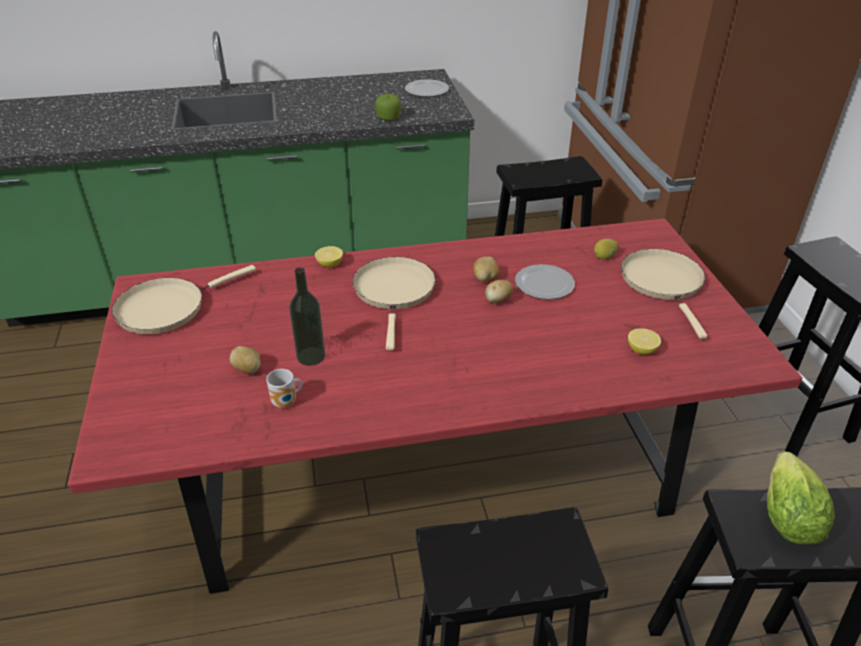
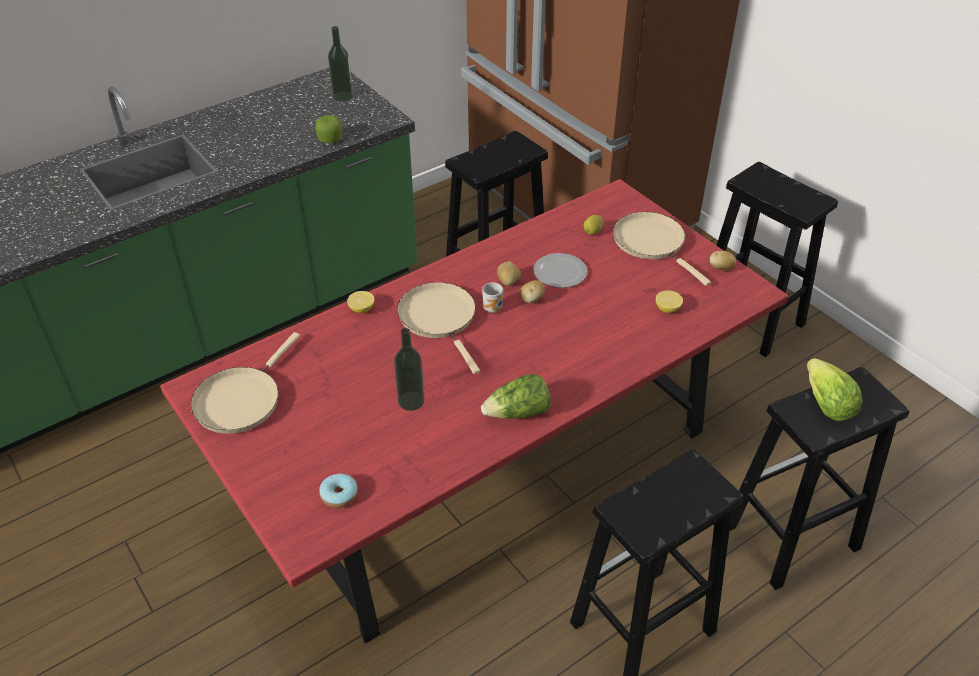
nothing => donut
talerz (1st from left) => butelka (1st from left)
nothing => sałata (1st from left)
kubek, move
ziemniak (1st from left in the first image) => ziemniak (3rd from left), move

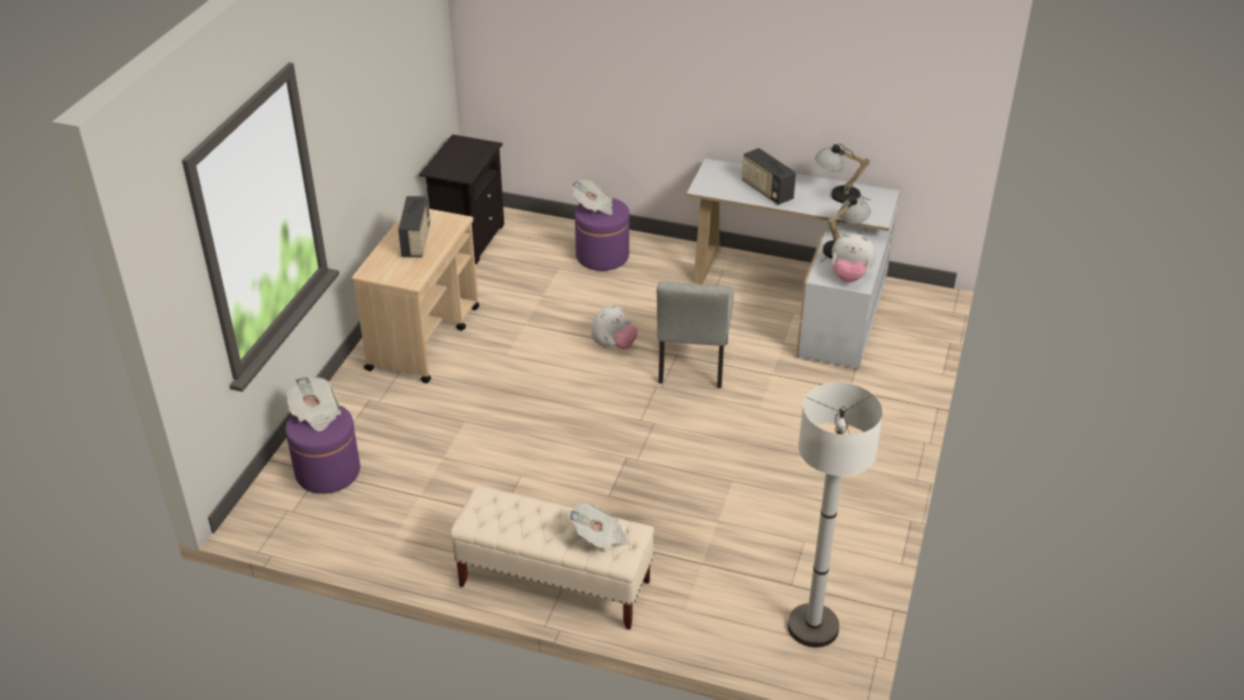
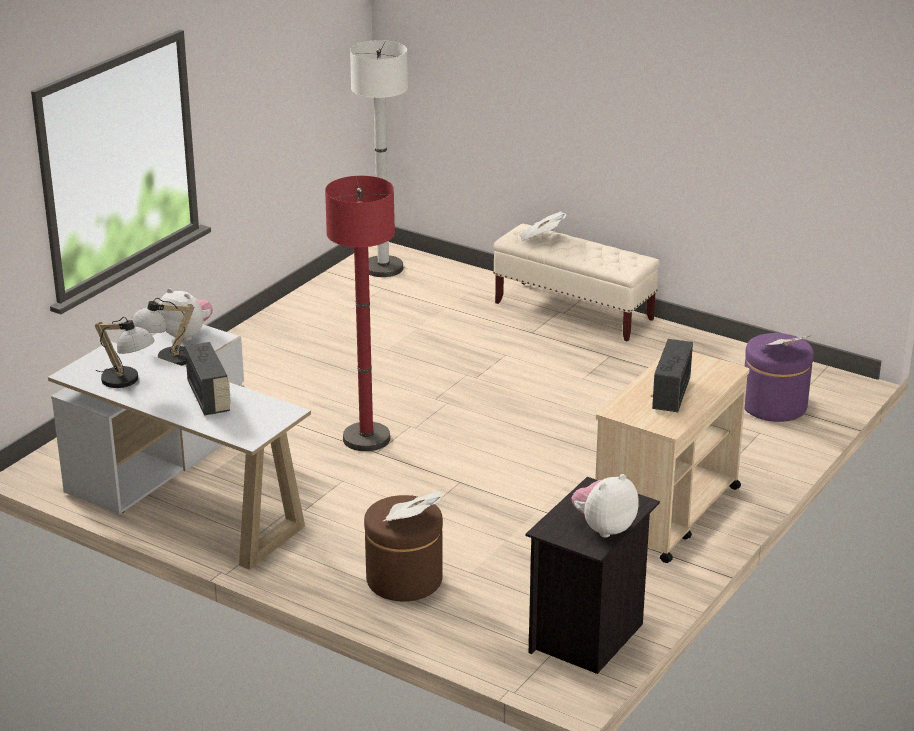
krzesło [szary] => lampa stojąca [czerwony]
pufa [fioletowy] (2nd from left) => pufa [brązowy]
pluszak (1st from left in the first image) => pluszak (2nd from left), move

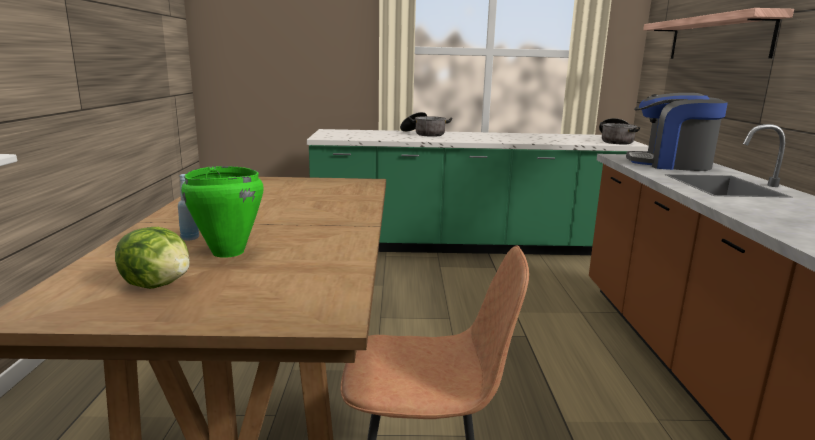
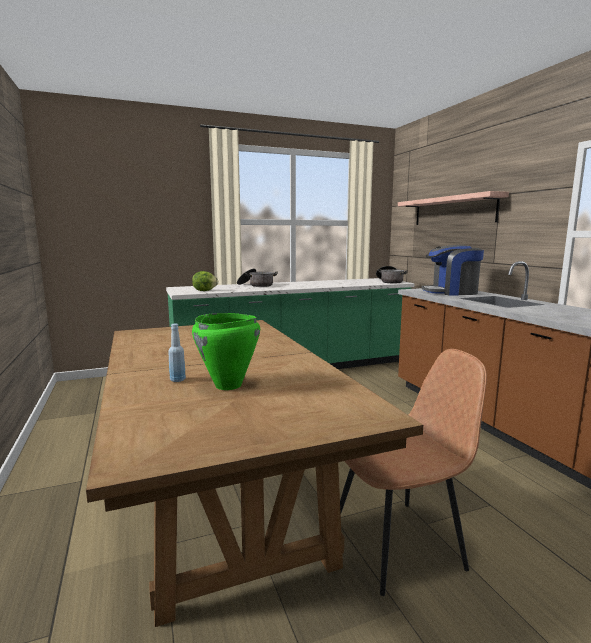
sałata, move

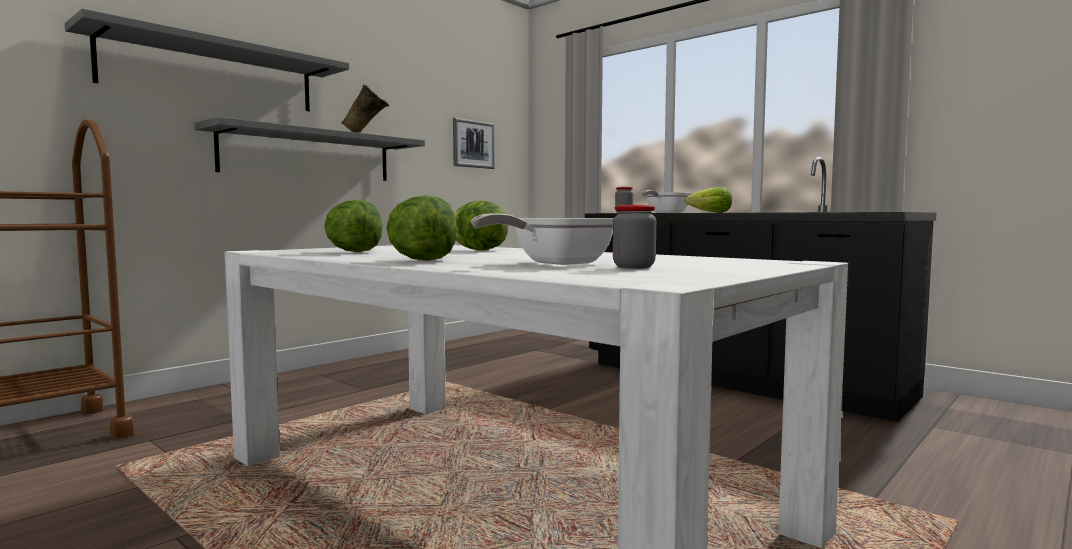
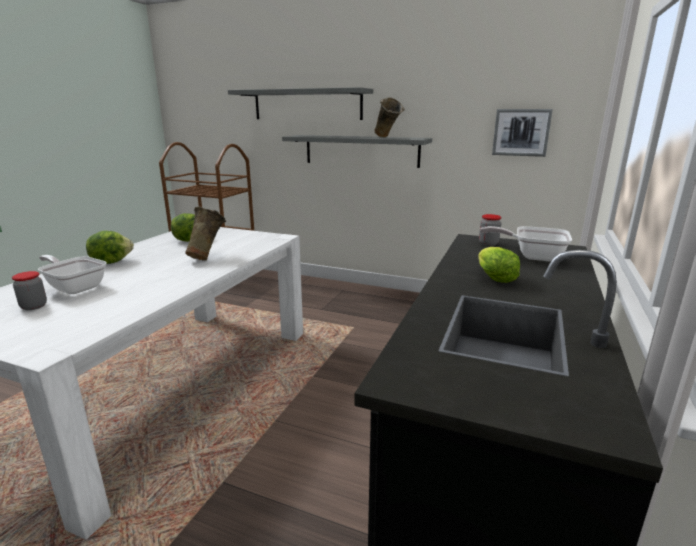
sałata (3rd from left) => wazon [beżowy] (1st from left)

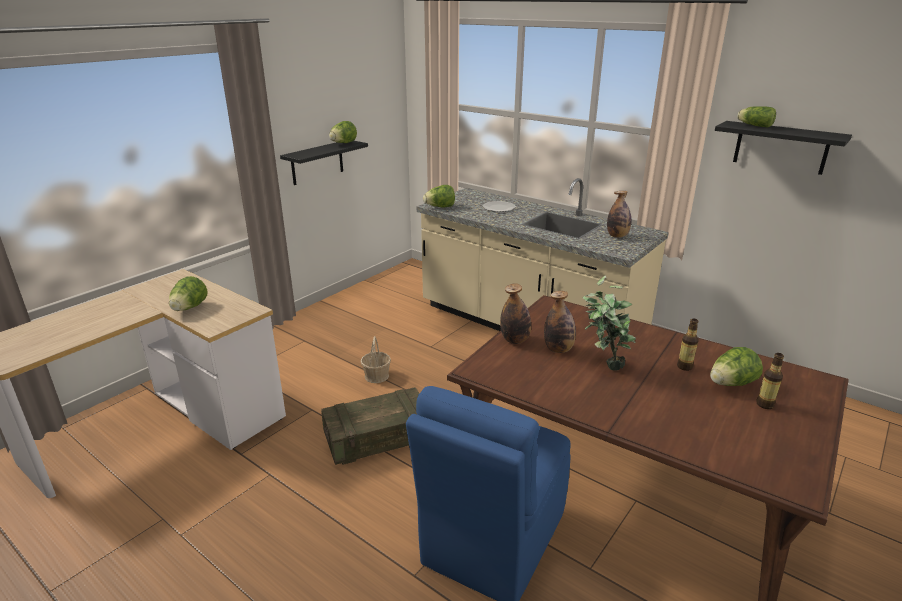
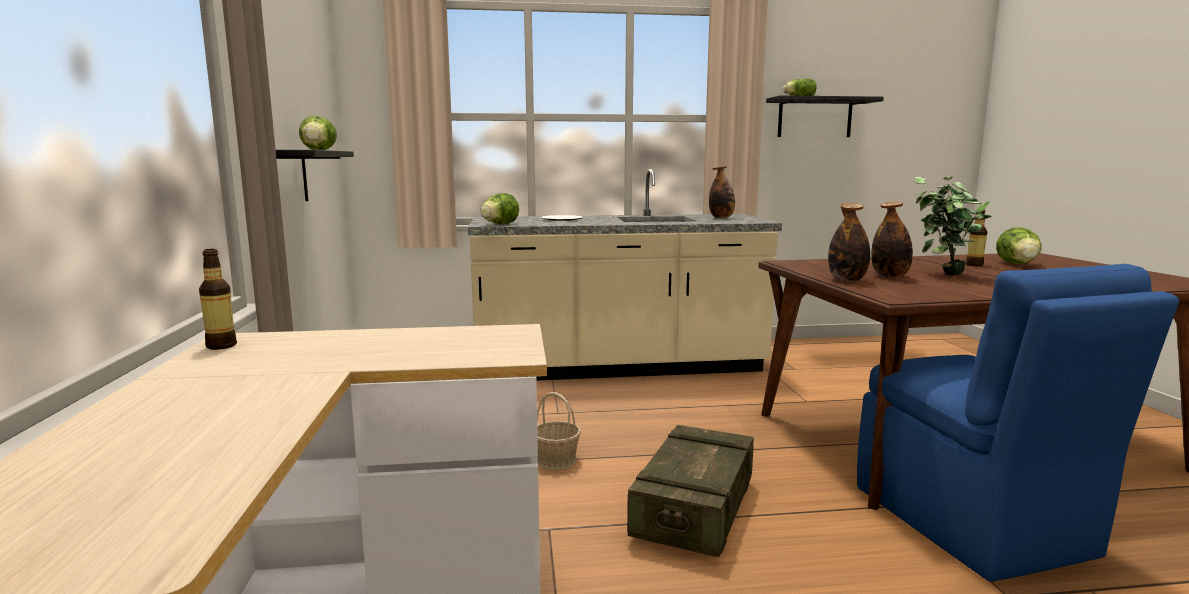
butelka (5th from left in the first image) => butelka (1st from left), move
sałata (1st from left) => nothing

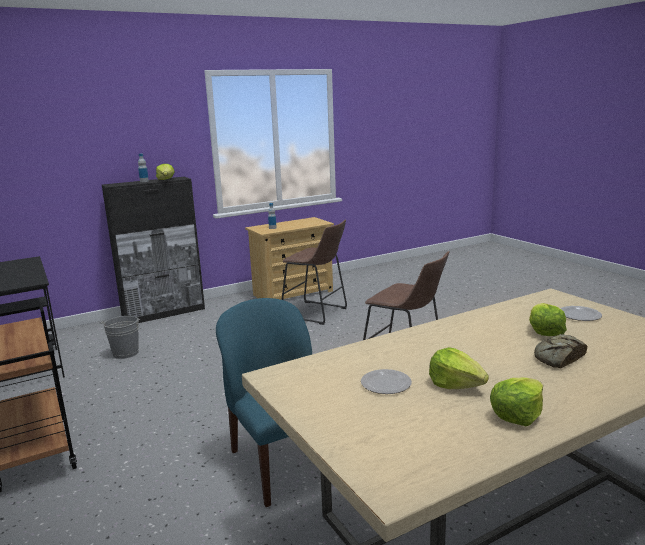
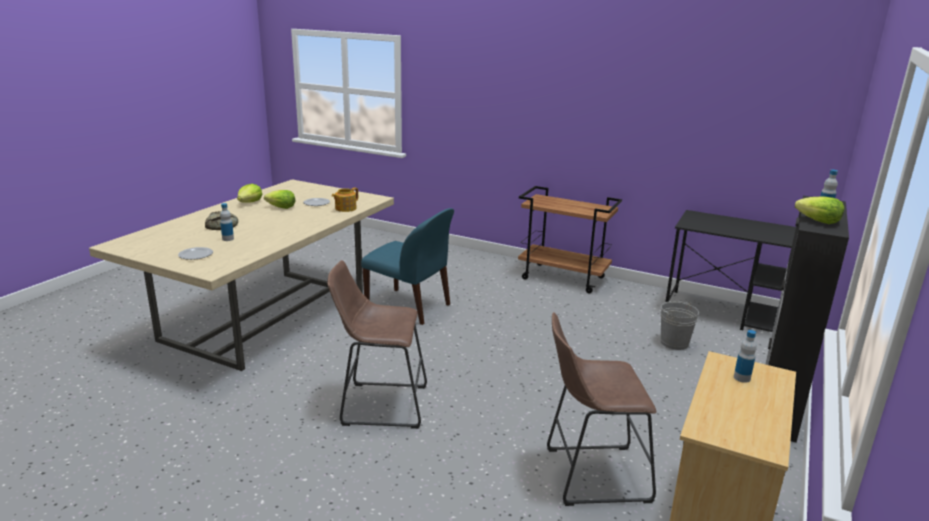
sałata (4th from left) => butelka (1st from left)
nothing => imbryk

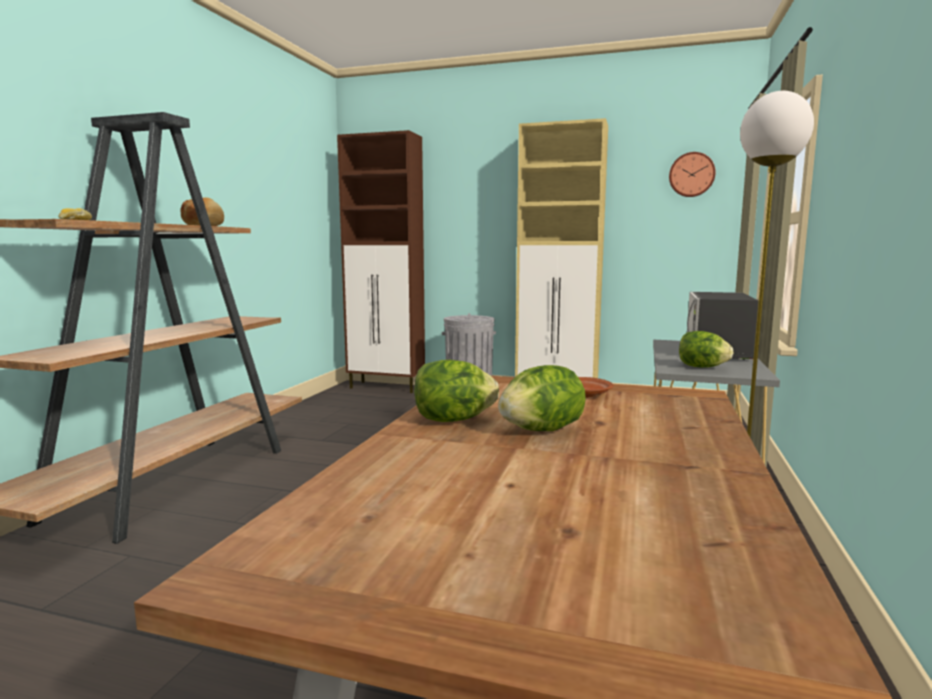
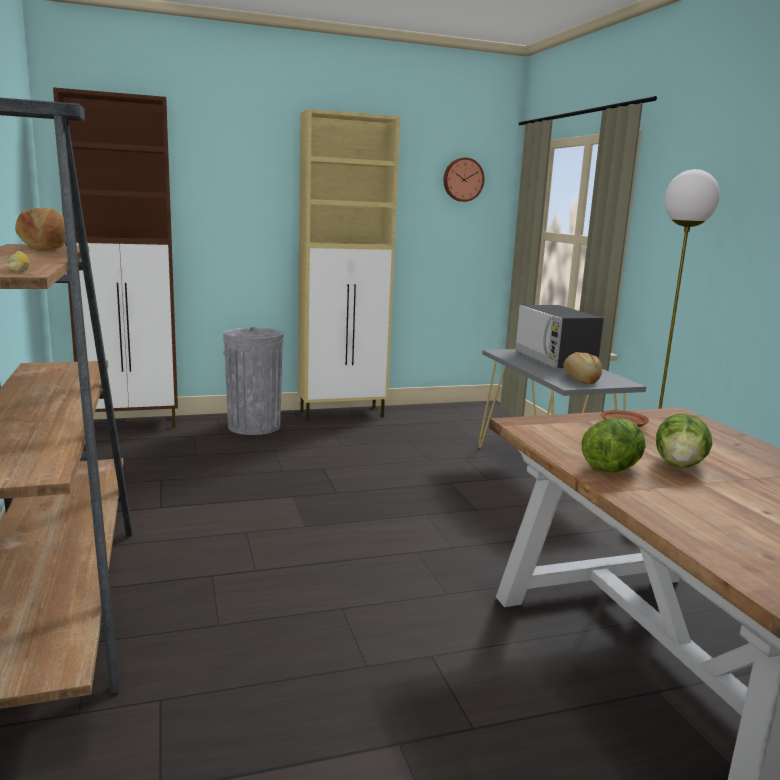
sałata (3rd from left) => chleb (3rd from left)

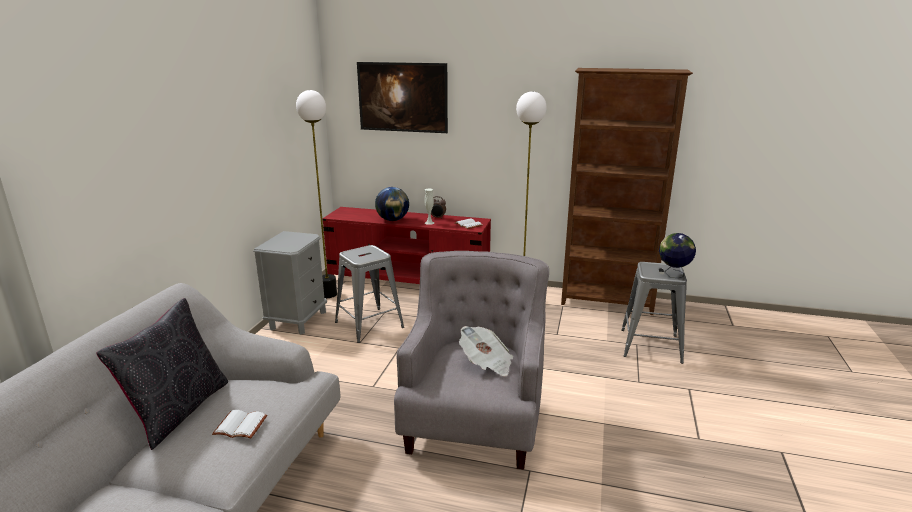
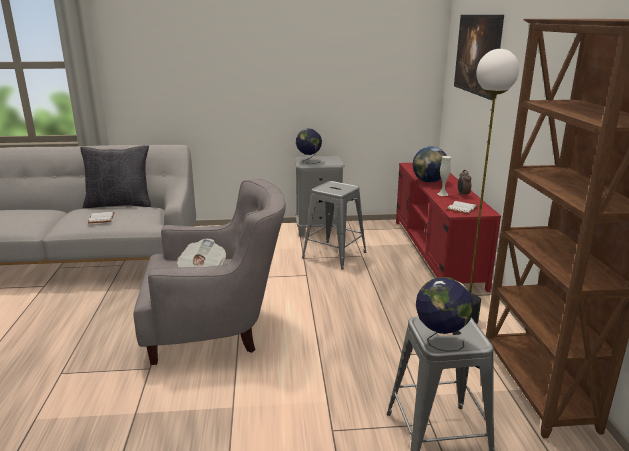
nothing => globus (1st from left)
lampa stojąca (1st from left) => nothing

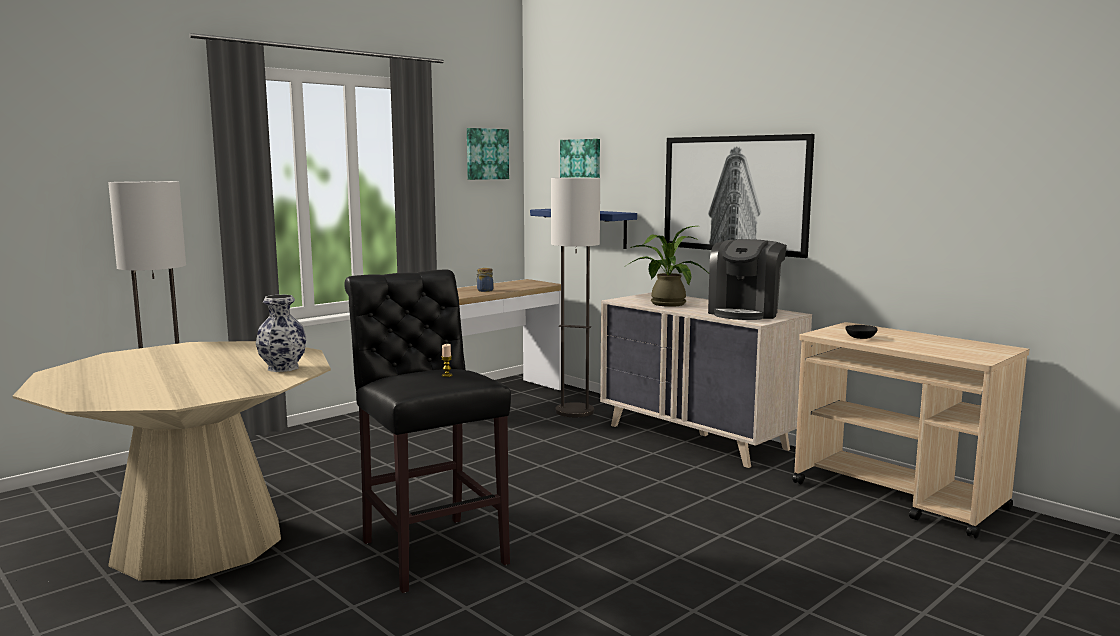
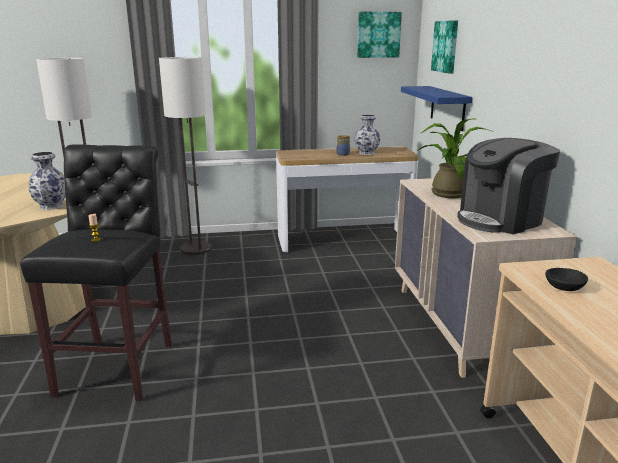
lampa stojąca (2nd from left), move
nothing => wazon (2nd from left)
obraz (3rd from left) => nothing

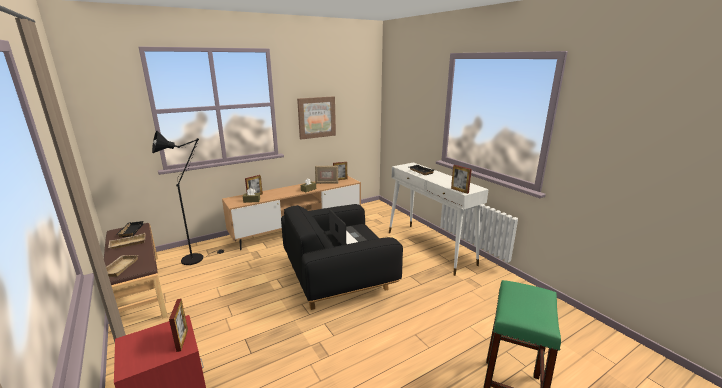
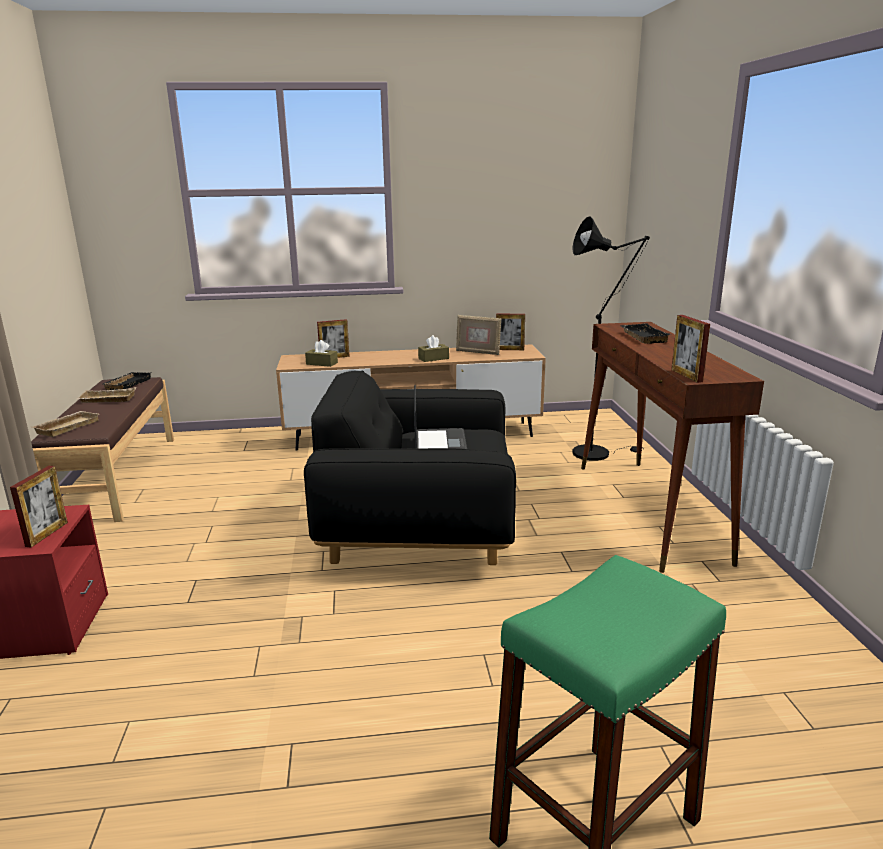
lampa stojąca [czarny], move
stolik konsolowy [biały] => stolik konsolowy [brązowy]
obraz => nothing

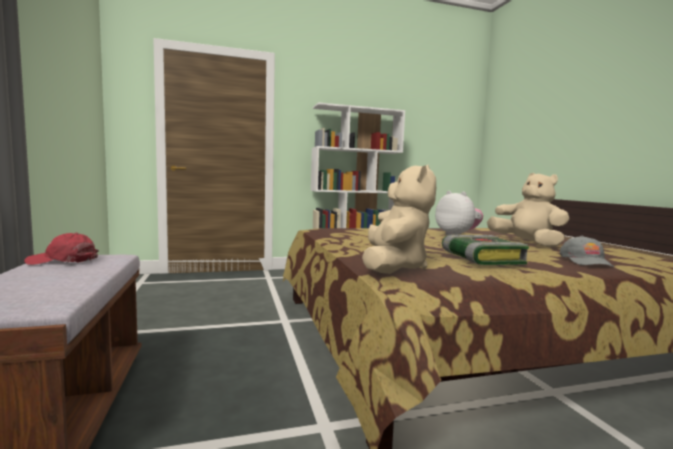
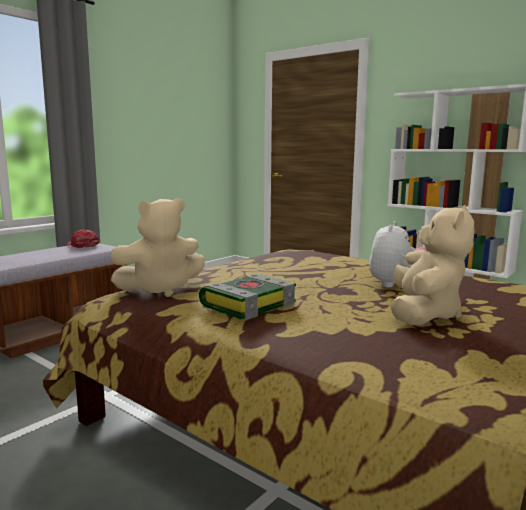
czapka z daszkiem [szary] => nothing

